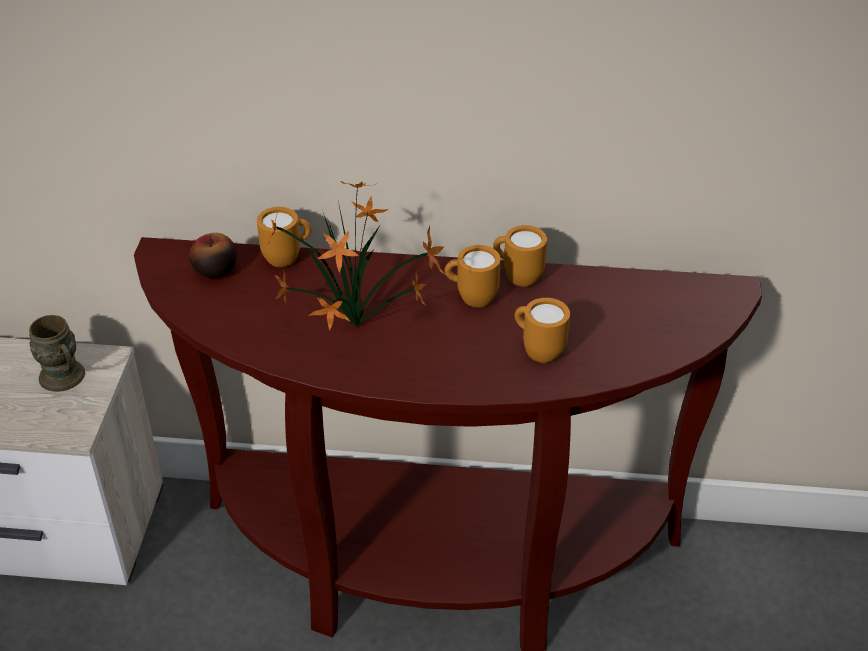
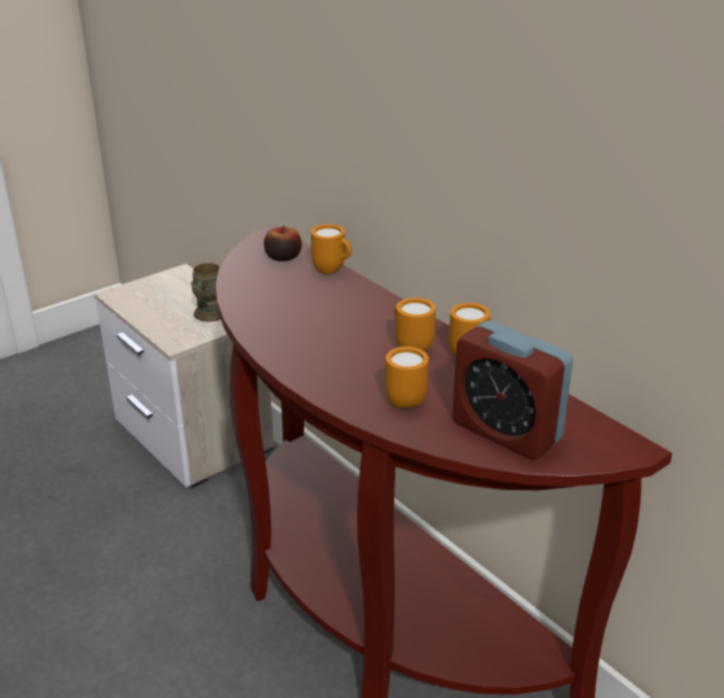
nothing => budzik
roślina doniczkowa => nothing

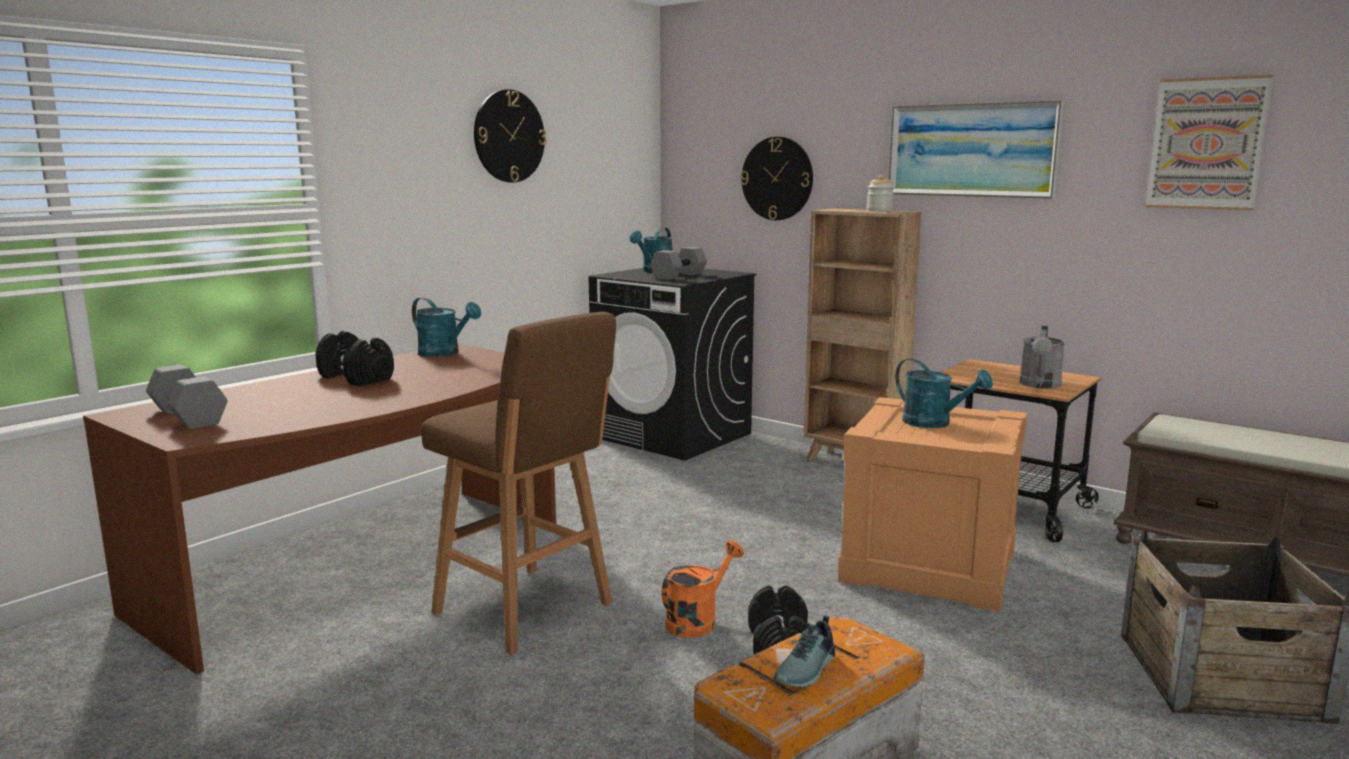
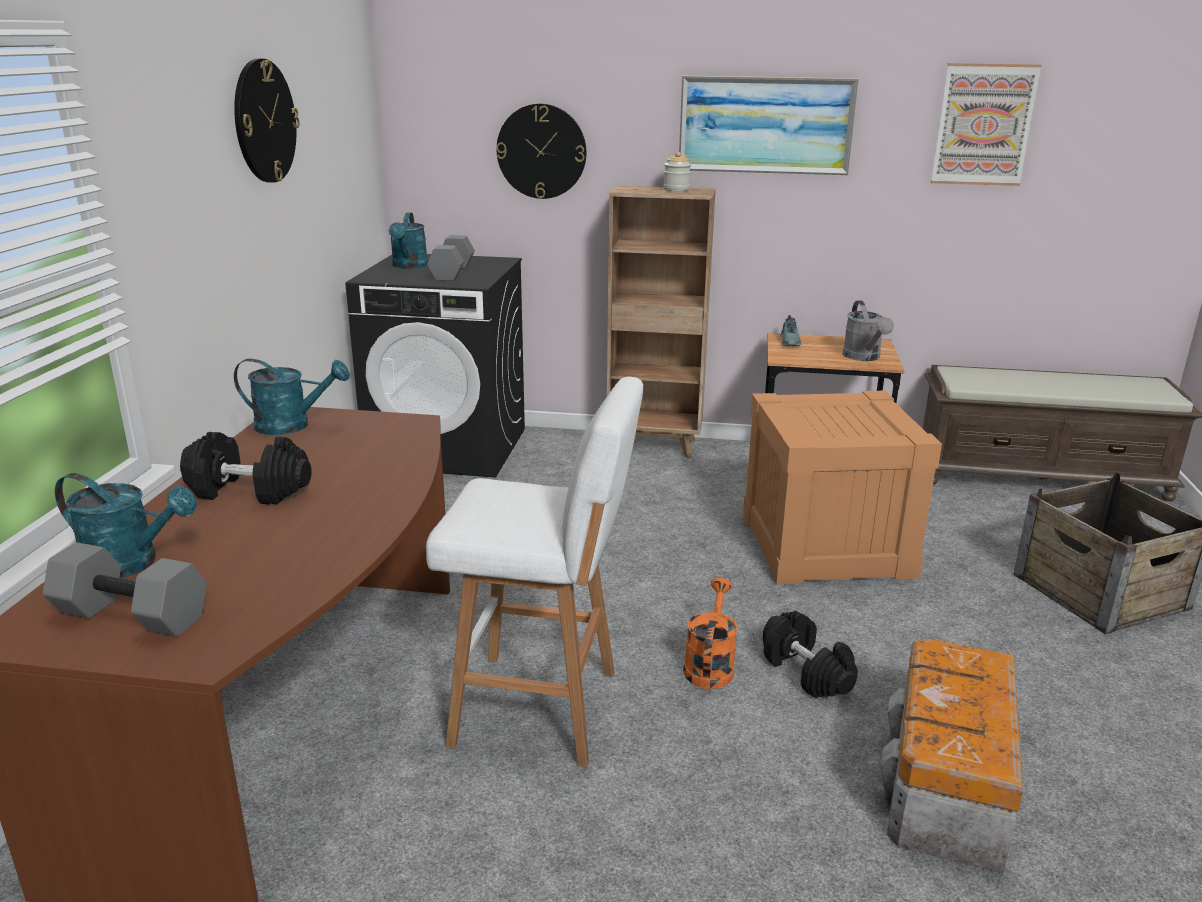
konewka [turkusowy] (3rd from left in the first image) => konewka [turkusowy] (1st from left), move
stołek [brązowy] => stołek [biały]
but, move

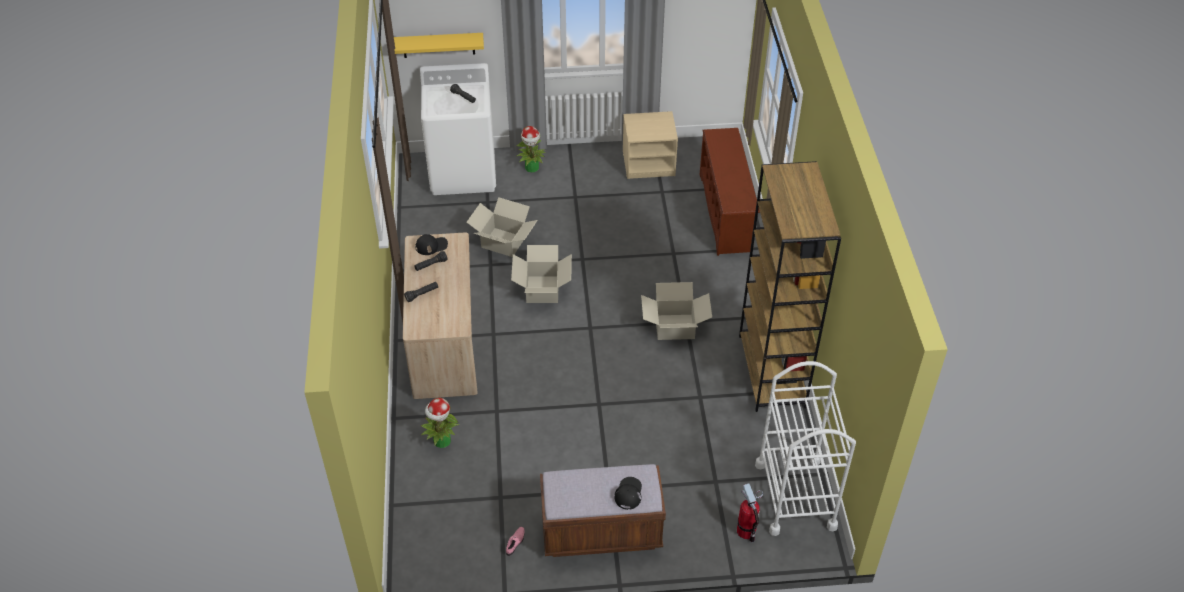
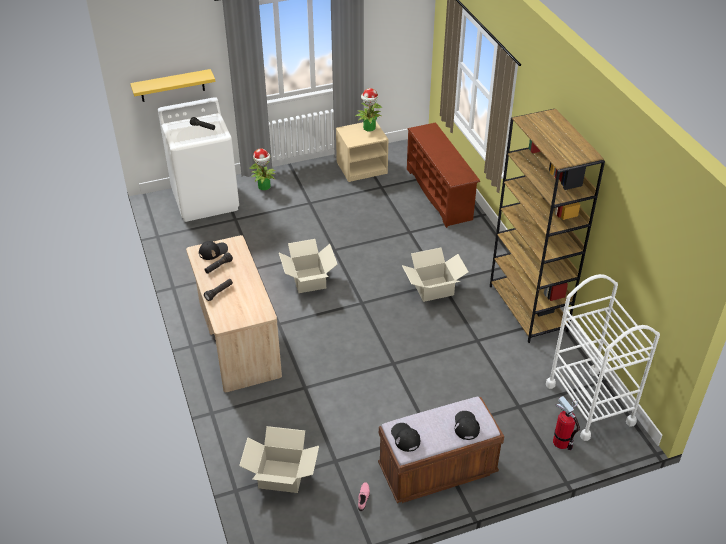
karton (1st from left), move
roślina doniczkowa (1st from left in the first image) => roślina doniczkowa (2nd from left), move
nothing => czapka z daszkiem [czarny] (2nd from left)

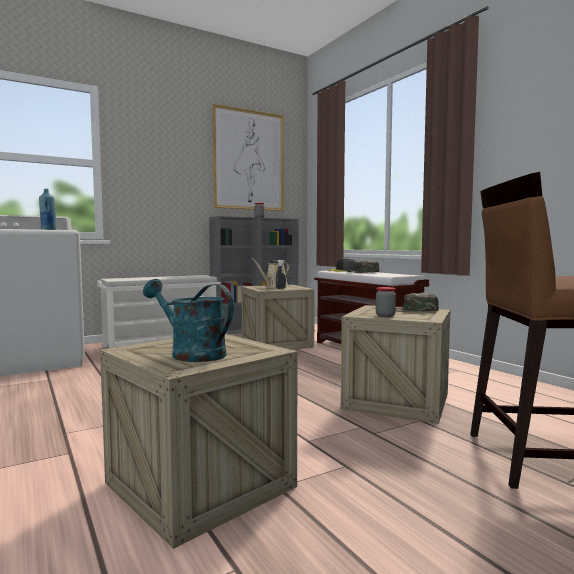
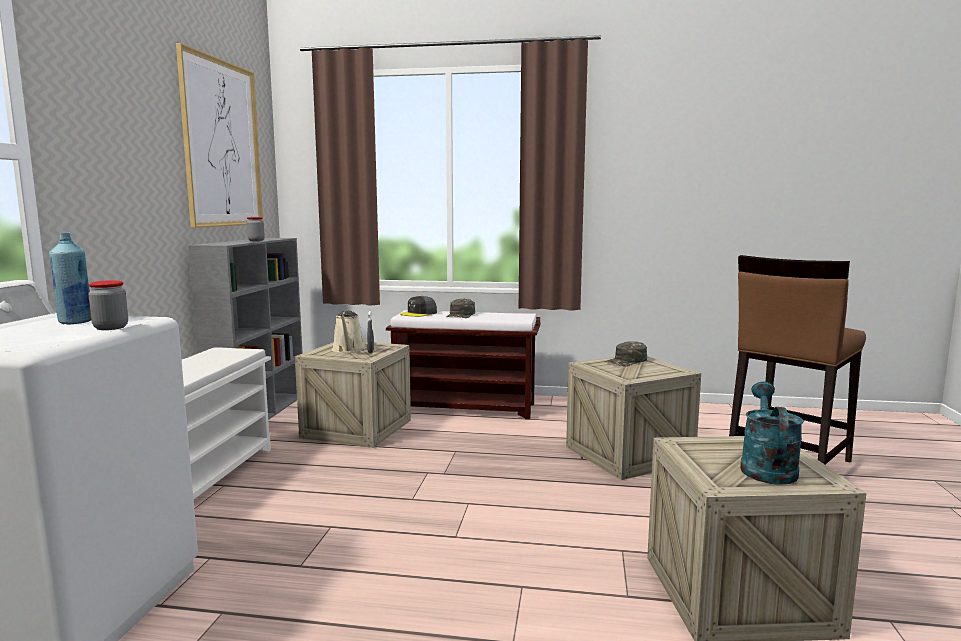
słoik (2nd from left in the first image) => słoik (1st from left), move
konewka [turkusowy], 120 degrees clockwise

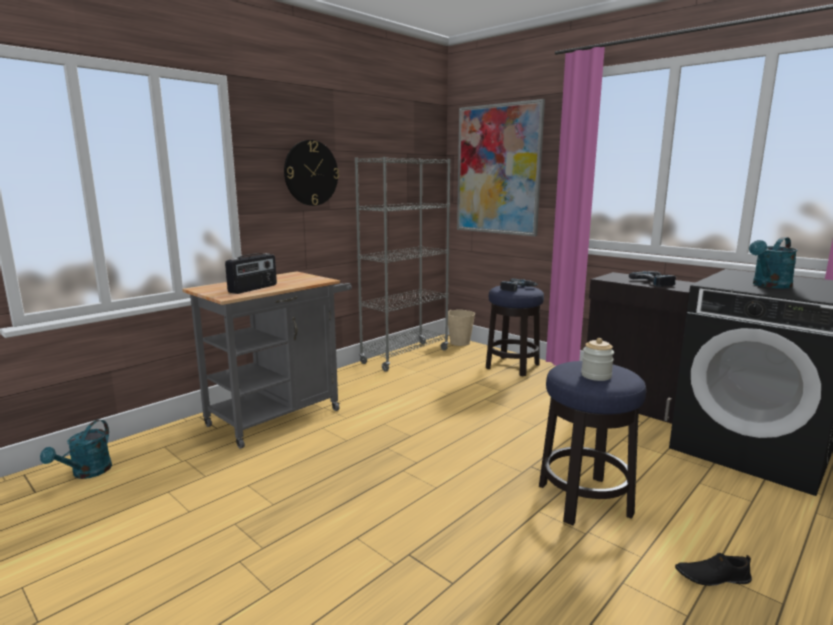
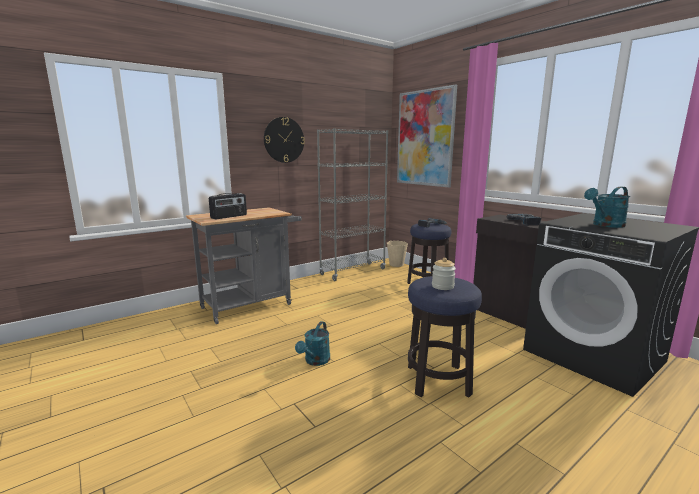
konewka [turkusowy] (1st from left), move
but [czarny] => nothing

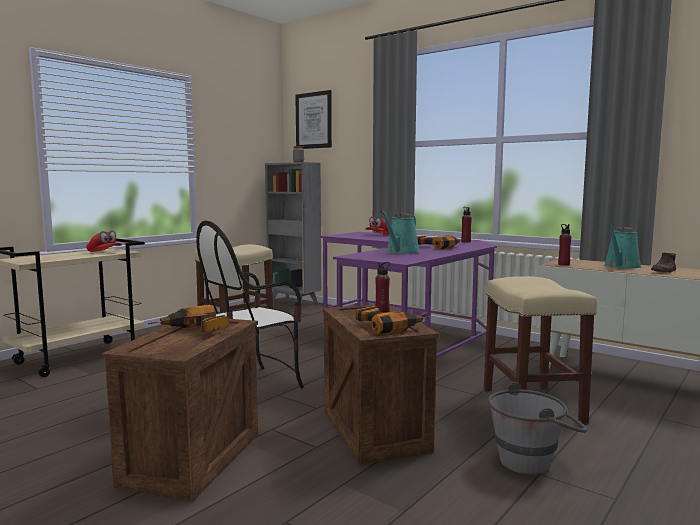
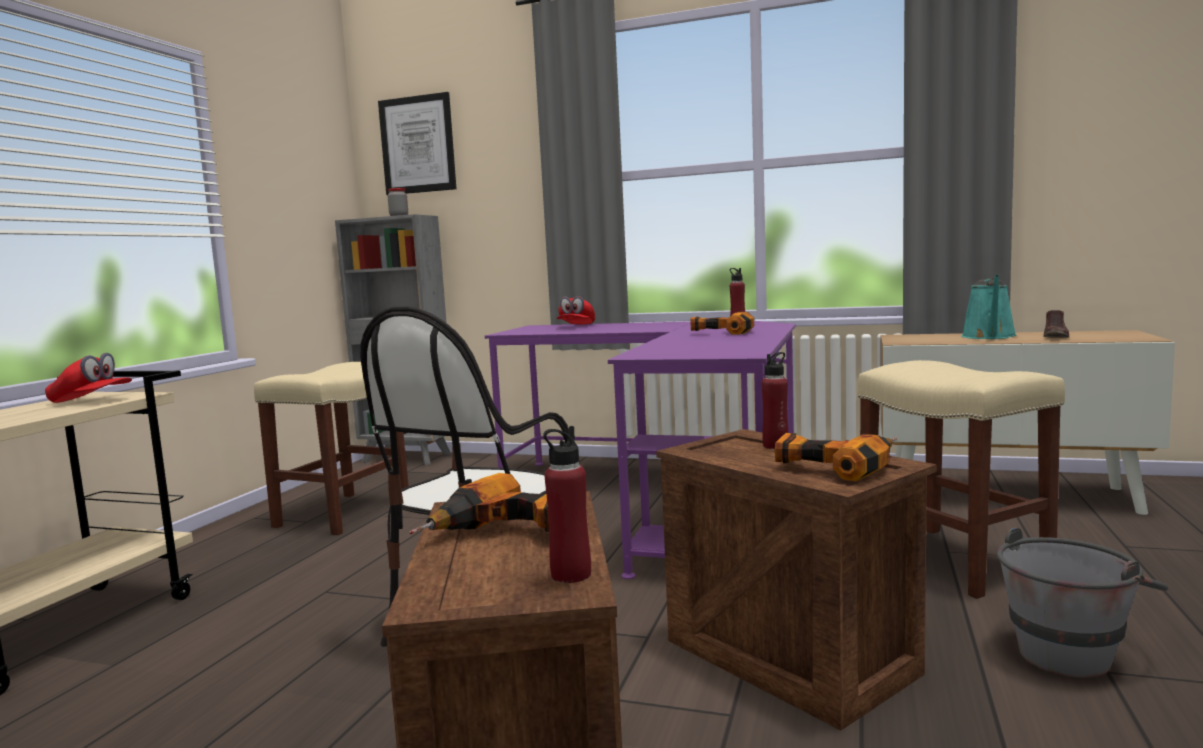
butelka [czerwony] (3rd from left in the first image) => butelka [czerwony] (1st from left), move
konewka [turkusowy] (1st from left) => nothing

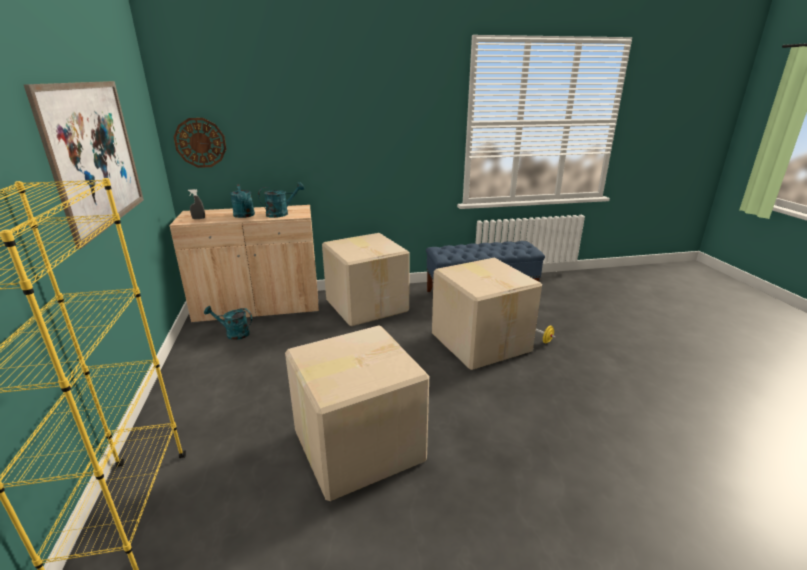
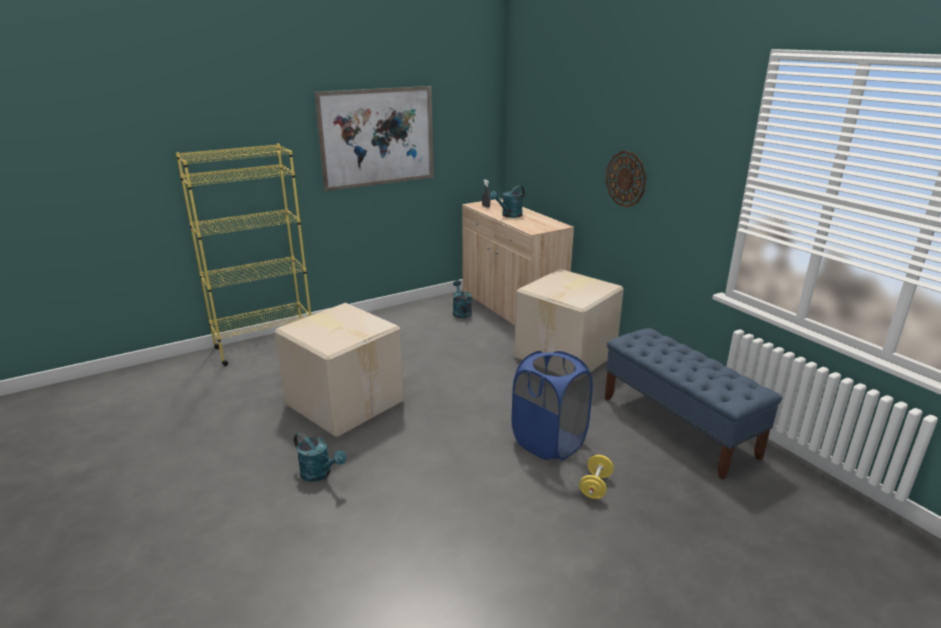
konewka [turkusowy] (3rd from left in the first image) => konewka [turkusowy] (1st from left), move
karton (3rd from left) => kosz na pranie [niebieski]
zegar ścienny, move

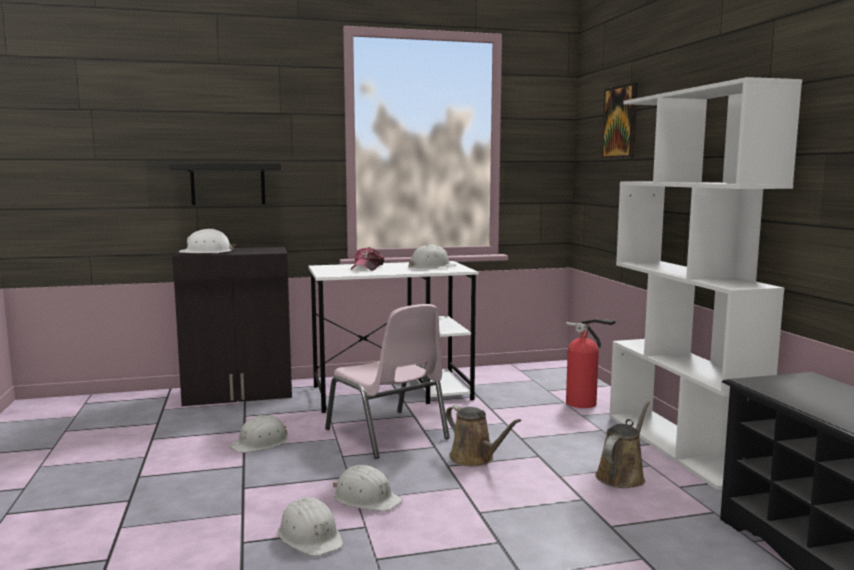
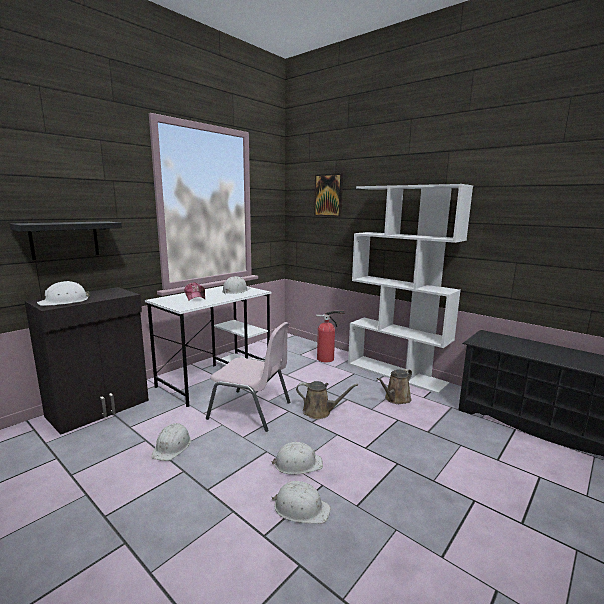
konewka [brązowy] (2nd from left), 135 degrees counterclockwise

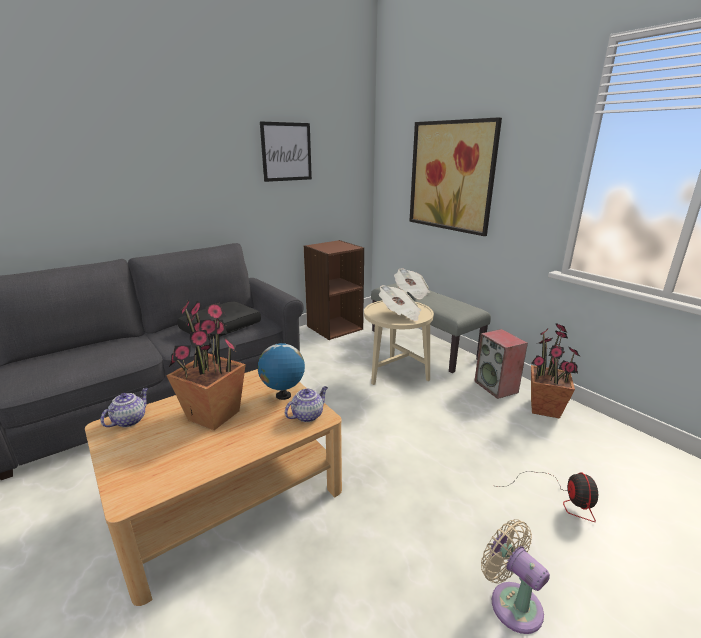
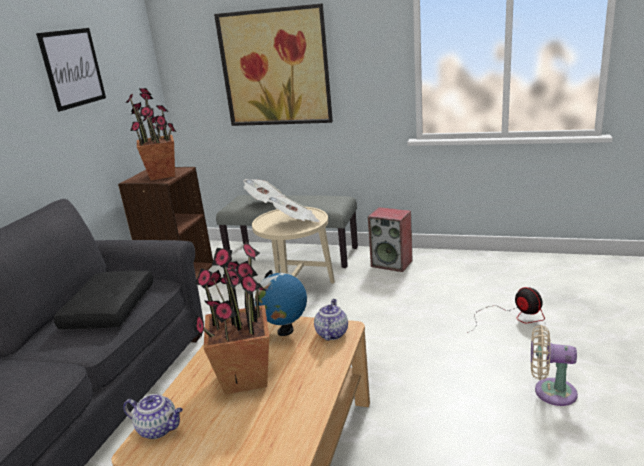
imbryk (1st from left), 120 degrees clockwise
roślina doniczkowa (2nd from left in the first image) => roślina doniczkowa (1st from left), move

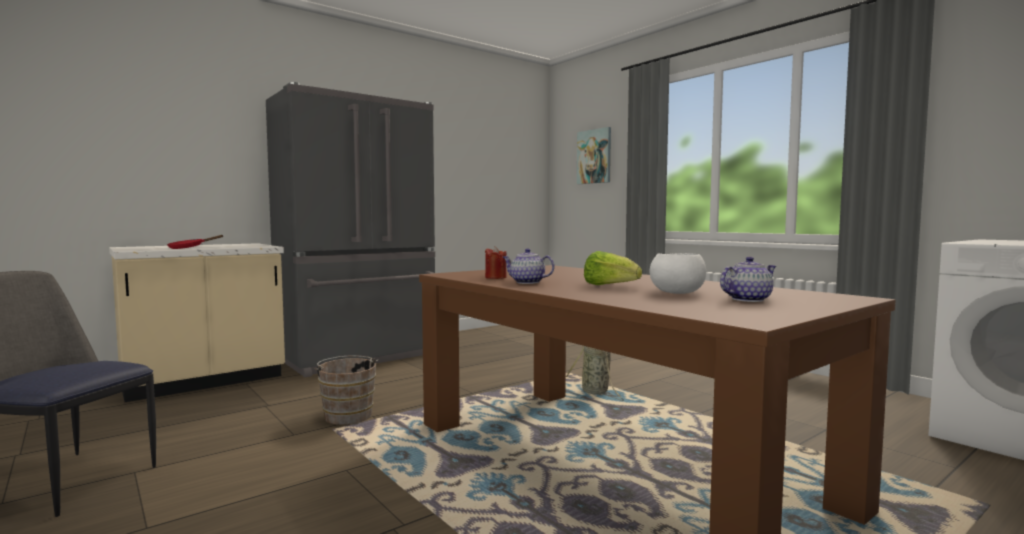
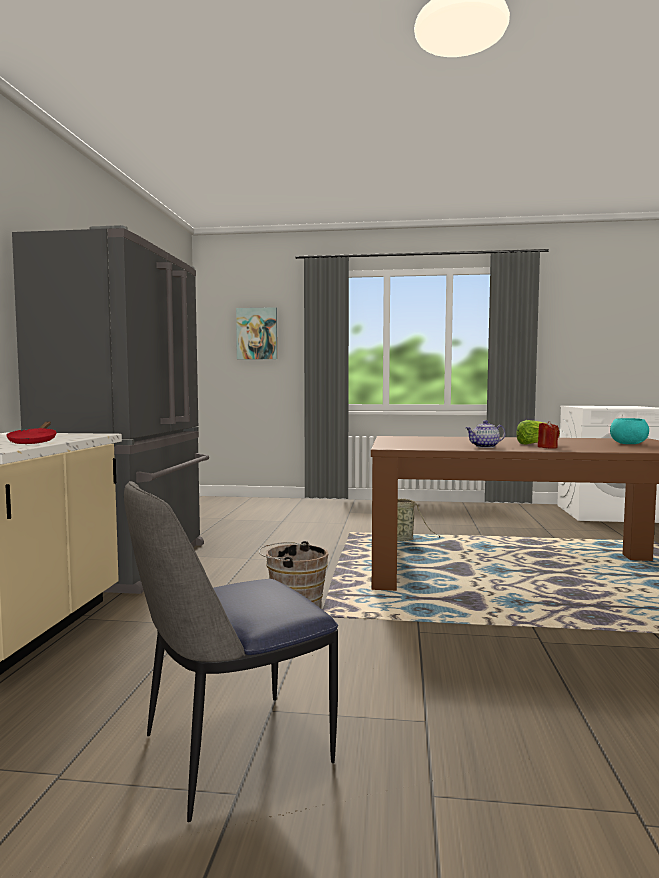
świeca [czerwony], move
imbryk (2nd from left) => miska [turkusowy]
miska [biały] => nothing

